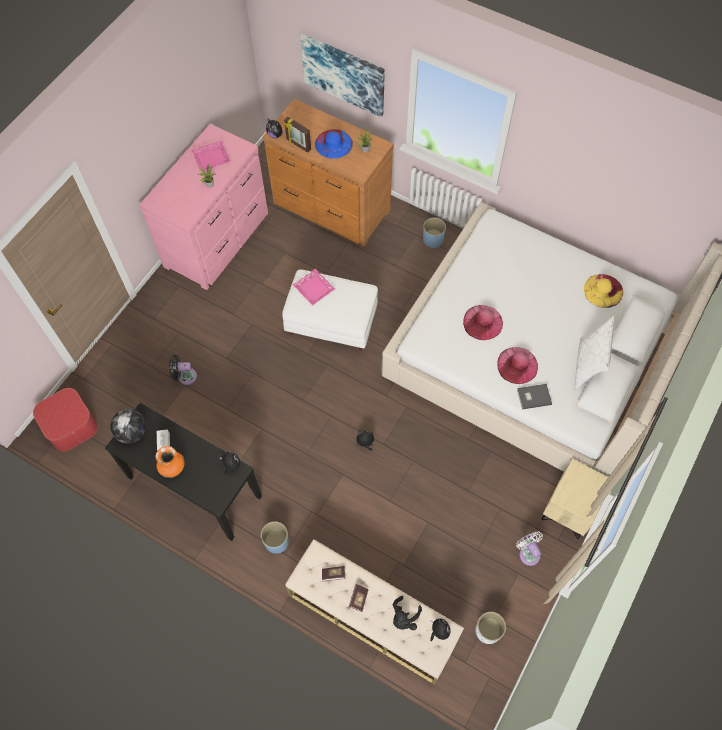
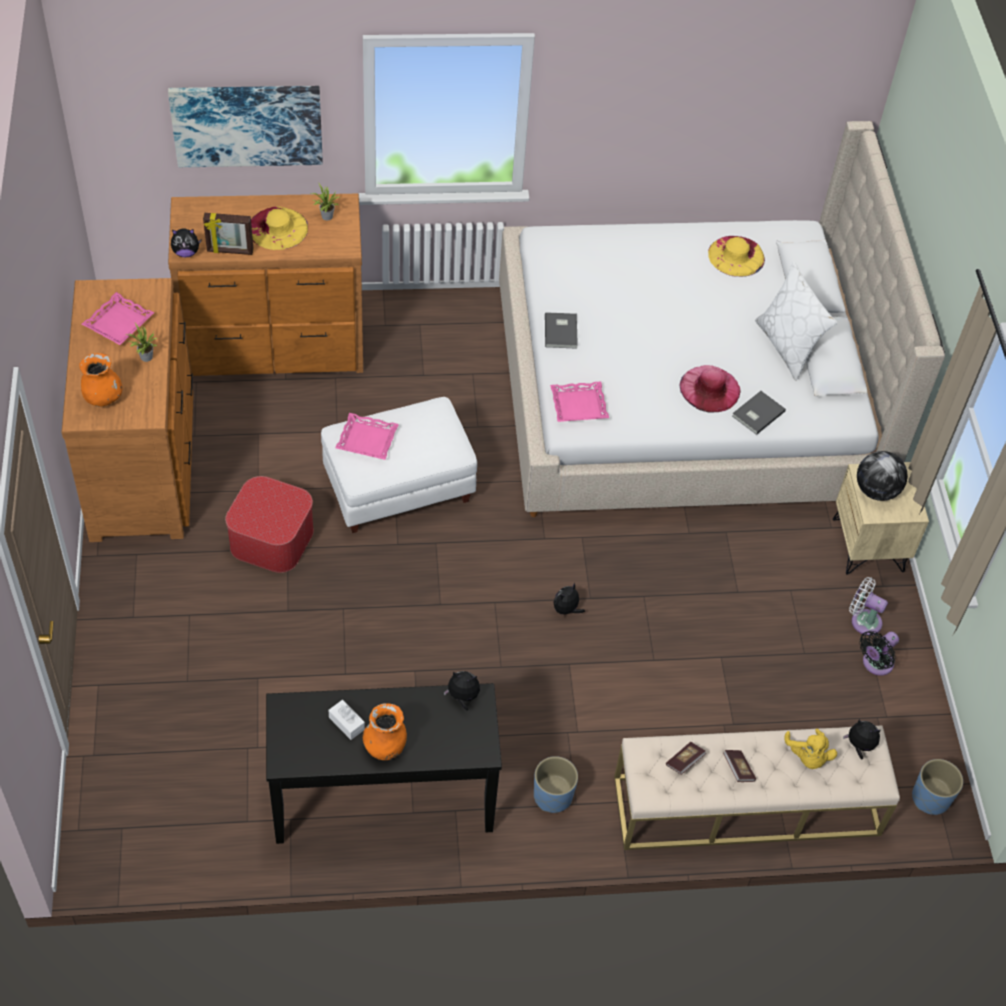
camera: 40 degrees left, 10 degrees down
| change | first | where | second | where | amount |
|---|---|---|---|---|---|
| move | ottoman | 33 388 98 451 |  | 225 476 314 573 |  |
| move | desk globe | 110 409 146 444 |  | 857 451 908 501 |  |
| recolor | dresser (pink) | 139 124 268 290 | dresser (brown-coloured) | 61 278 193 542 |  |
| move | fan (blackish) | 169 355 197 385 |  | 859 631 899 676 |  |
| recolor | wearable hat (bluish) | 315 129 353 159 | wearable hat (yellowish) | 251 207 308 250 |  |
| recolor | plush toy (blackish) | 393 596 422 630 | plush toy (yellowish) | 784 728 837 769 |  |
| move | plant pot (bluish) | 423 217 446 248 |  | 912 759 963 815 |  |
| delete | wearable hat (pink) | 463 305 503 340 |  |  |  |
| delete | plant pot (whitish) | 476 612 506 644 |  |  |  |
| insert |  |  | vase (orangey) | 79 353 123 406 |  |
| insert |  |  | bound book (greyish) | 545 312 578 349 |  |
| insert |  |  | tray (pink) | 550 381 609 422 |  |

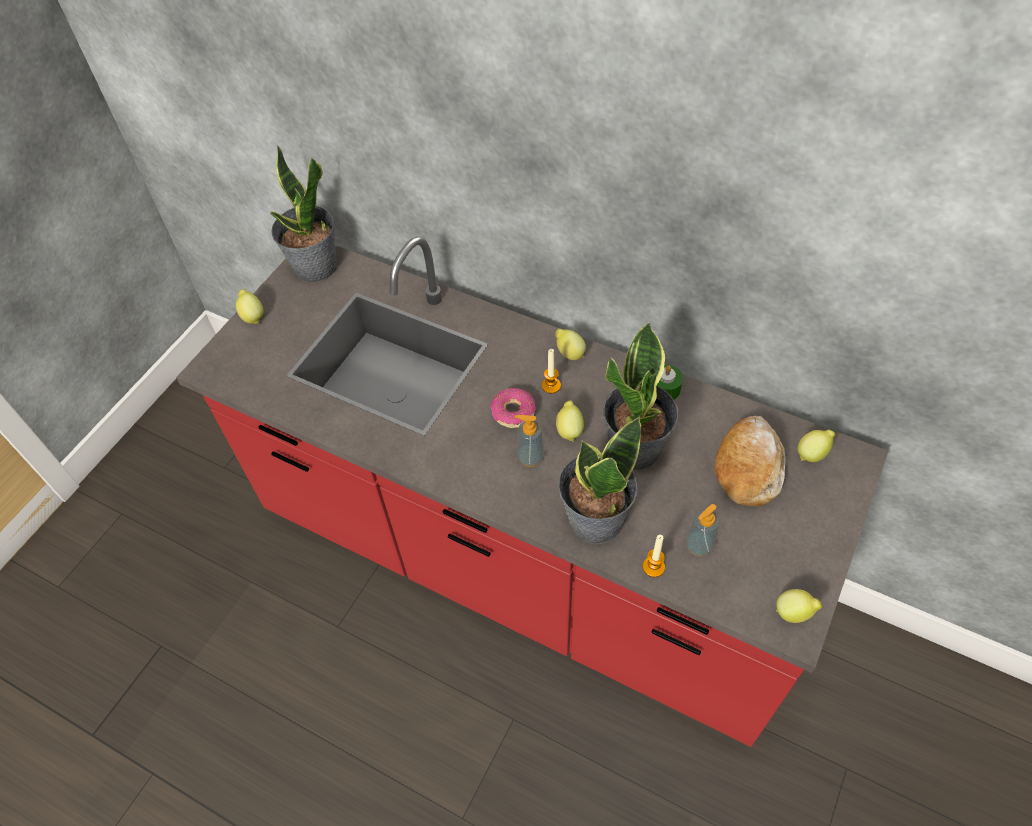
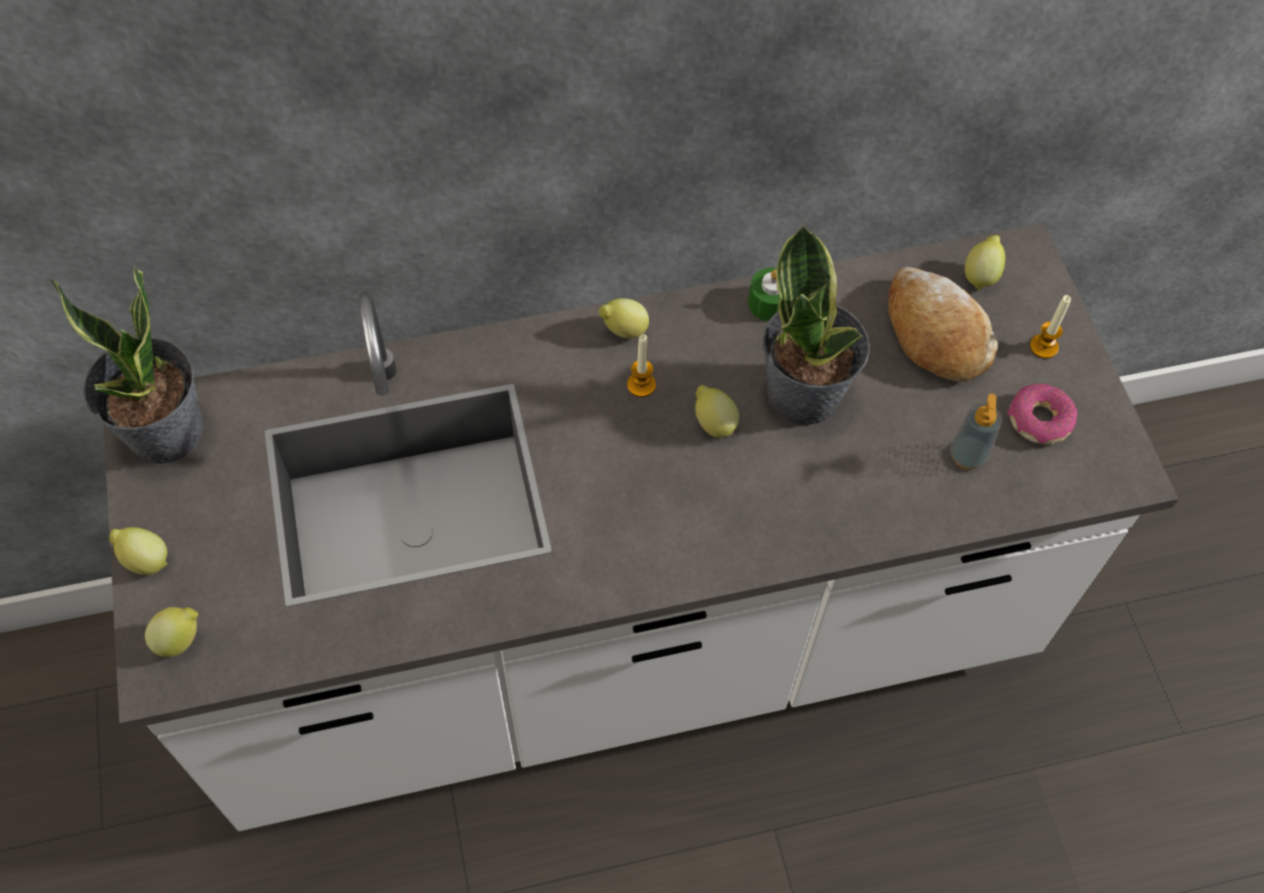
camera: 45 degrees left, 5 degrees up
| change | first | where | second | where | amount |
|---|---|---|---|---|---|
| recolor | counter (reddish) | 176 237 888 747 | counter (whitish) | 104 223 1178 831 |  |
| move | doughnut | 490 388 536 428 |  | 1007 384 1077 444 |  |
| delete | soap bottle | 515 415 544 467 |  |  |  |
| delete | houseplant | 558 416 641 544 |  |  |  |
| move | wax light | 643 535 665 577 |  | 1030 295 1071 359 |  |
| move | citrus fruit | 776 589 822 623 |  | 145 607 198 657 |  |

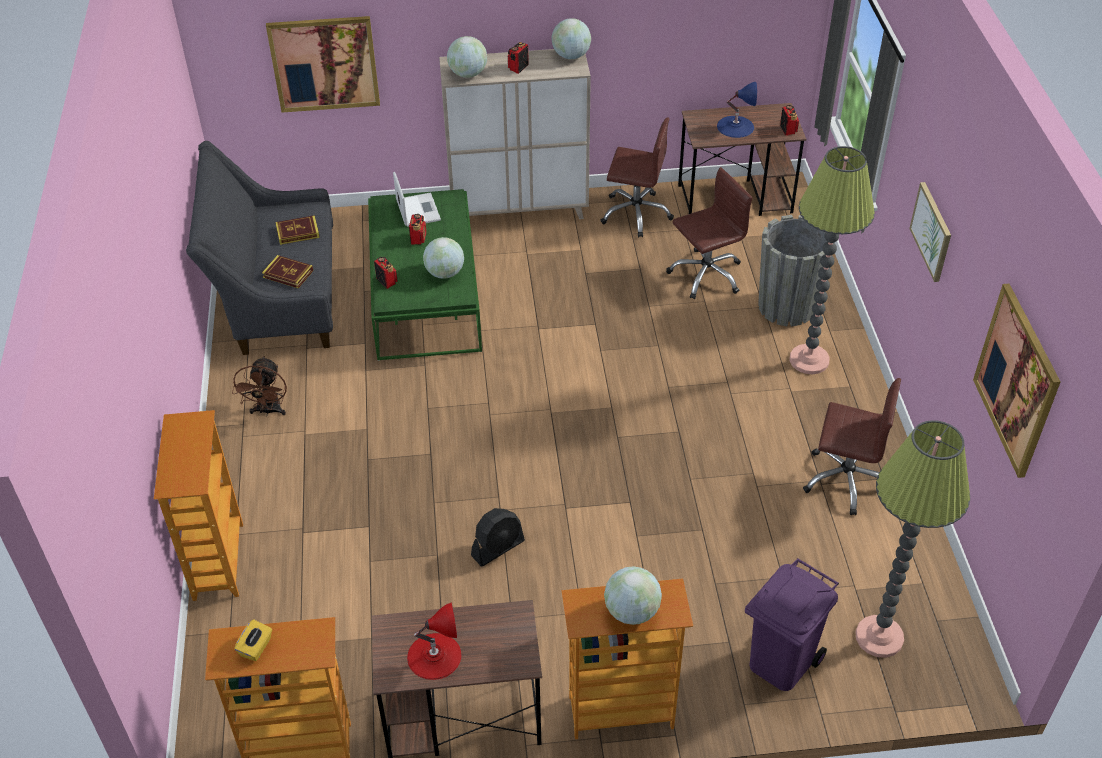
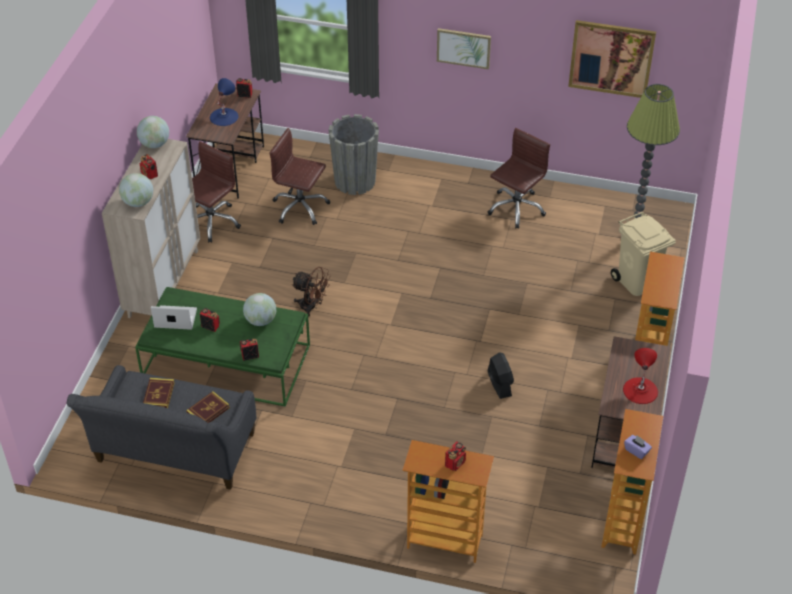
camera: 70 degrees left, 0 degrees up
| change | first | where | second | where | amount |
|---|---|---|---|---|---|
| move | fan (brown-coloured) | 232 356 287 416 |  | 292 267 331 317 |  |
| recolor | tissue box (yellowish) | 234 619 273 661 | tissue box (purple-coloured) | 624 435 652 459 |  |
| delete | wall picture | 266 16 380 113 |  |  |  |
| delete | desk globe | 604 566 662 625 |  |  |  |
| rotate | computer chair (brown-coloured) | 666 167 753 299 |  | 269 128 330 225 | 60 degrees counterclockwise |
| recolor | waste bin (purple-coloured) | 745 558 839 691 | waste bin (beige) | 611 212 676 296 |  |
| delete | standing lamp | 789 146 875 374 |  |  |  |
| insert |  |  | radio | 445 441 466 471 |  |

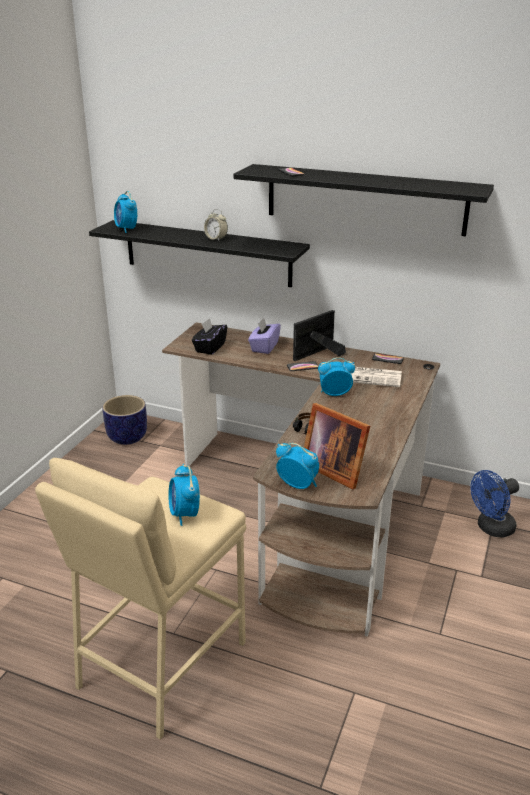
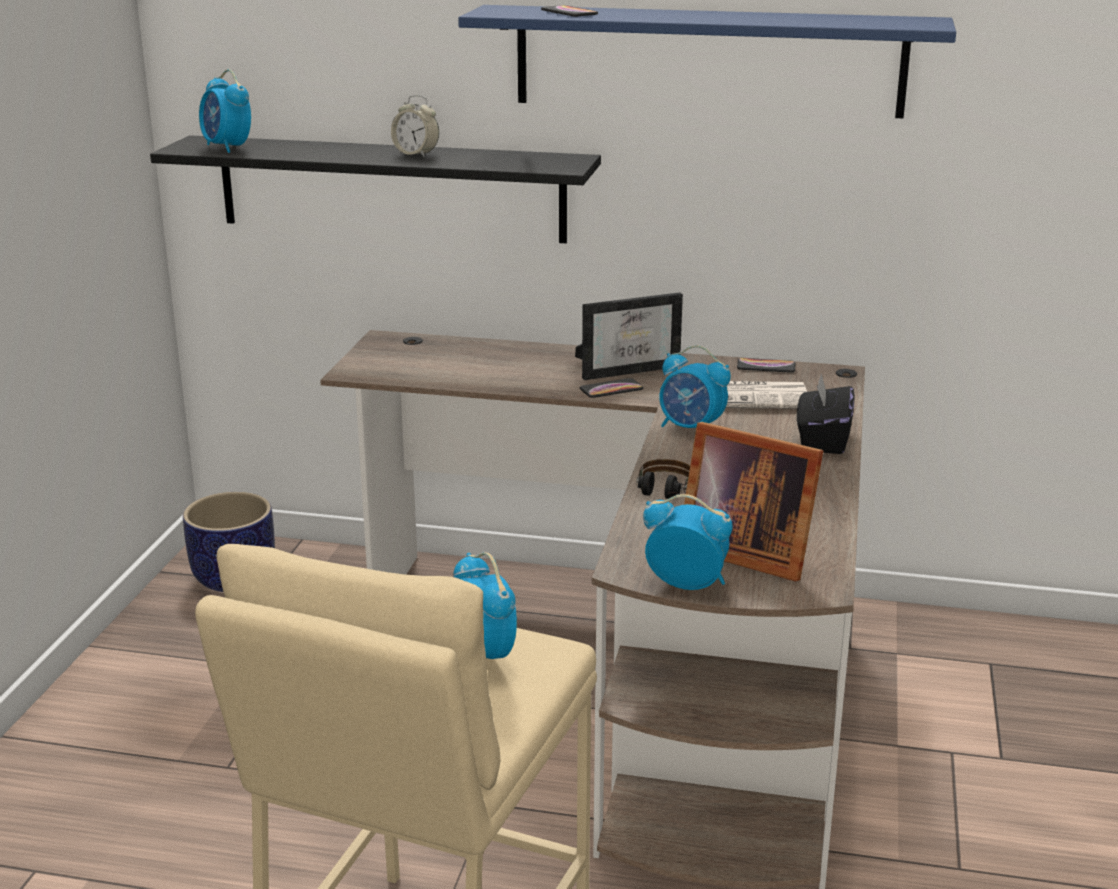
camera: 10 degrees left, 5 degrees down
| change | first | where | second | where | amount |
|---|---|---|---|---|---|
| move | tissue box (blackish) | 192 318 227 355 |  | 797 374 854 454 |  |
| recolor | shelf (blackish) | 233 164 494 236 | shelf (bluish) | 458 5 956 118 |  |
| delete | tissue box (purple-coloured) | 248 318 281 354 |  |  |  |
| rotate | photo frame | 293 310 346 361 |  | 575 292 683 380 | 150 degrees counterclockwise |
| rotate | bedside clock | 318 357 355 396 |  | 660 345 731 428 | 135 degrees counterclockwise |
| delete | fan (bluish) | 470 470 519 537 |  |  |  |

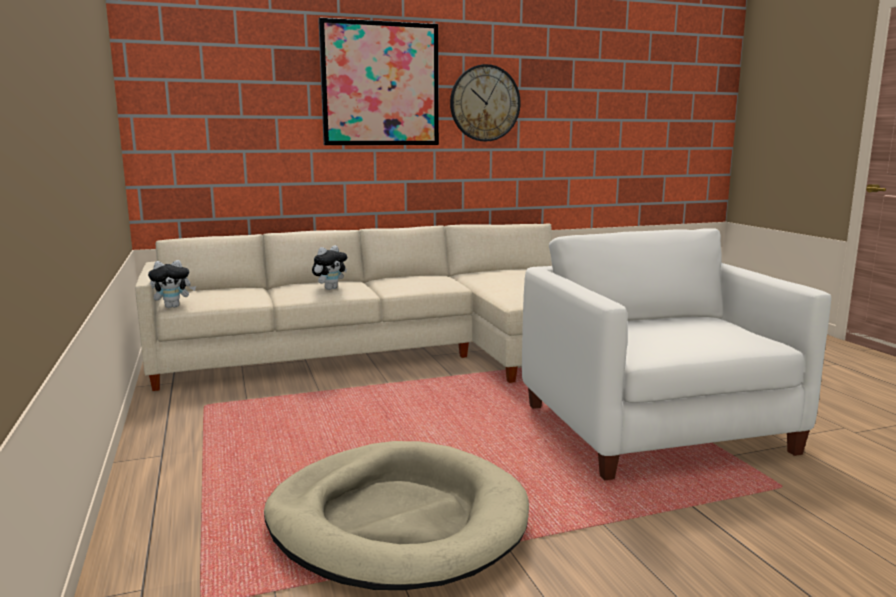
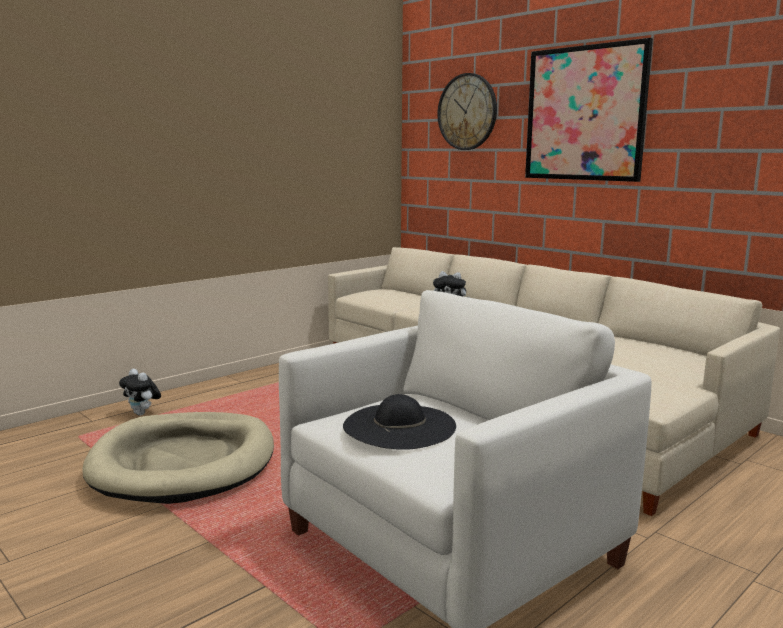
camera: 65 degrees right, 0 degrees up
| change | first | where | second | where | amount |
|---|---|---|---|---|---|
| move | plush toy | 148 260 196 308 |  | 119 369 161 415 |  |
| move | wall clock | 450 64 521 141 |  | 438 73 497 150 |  |
| insert |  |  | wearable hat (blackish) | 343 394 456 450 |  |

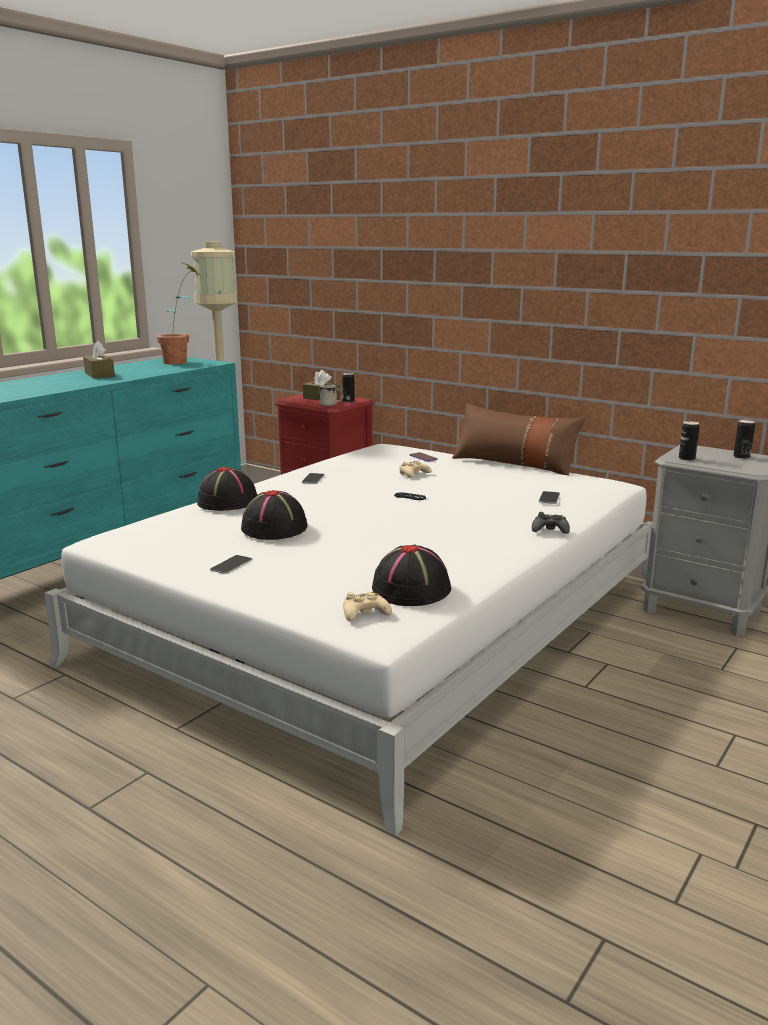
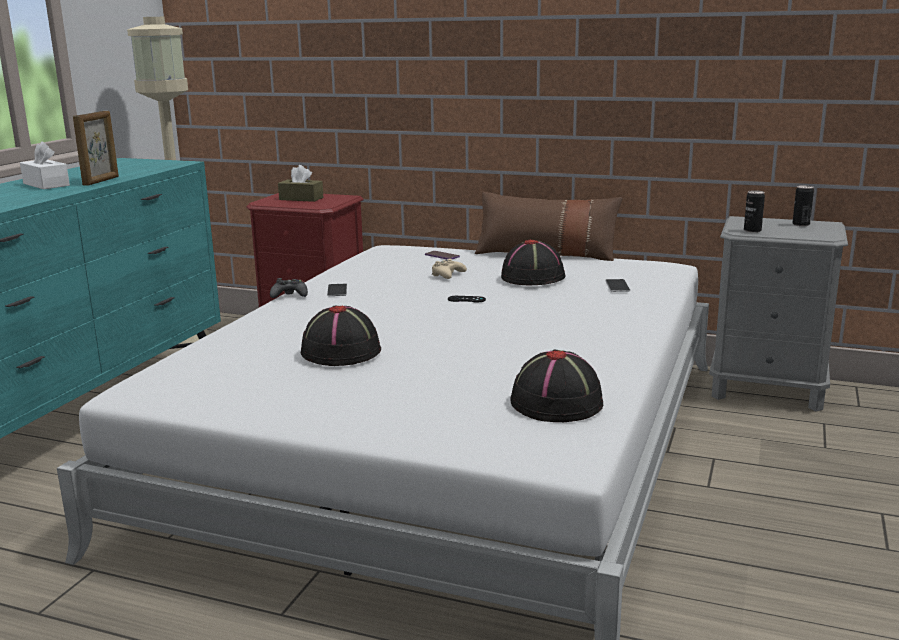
camera: 15 degrees left, 0 degrees up
| change | first | where | second | where | amount |
|---|---|---|---|---|---|
| recolor | tissue box (brown-coloured) | 83 341 115 379 | tissue box (whitish) | 20 141 70 189 |  |
| delete | houseplant | 157 263 201 365 |  |  |  |
| move | wearable hat (blackish) | 197 467 257 511 |  | 501 239 566 286 |  |
| delete | handset | 210 555 252 574 |  |  |  |
| delete | tea mug (whitish) | 320 385 343 406 |  |  |  |
| delete | can | 342 373 355 403 |  |  |  |
| delete | game controller (beige) | 343 592 392 621 |  |  |  |
| move | game controller (blackish) | 532 512 570 534 |  | 270 278 308 298 |  |
| insert |  |  | photo frame | 73 111 119 186 |  |

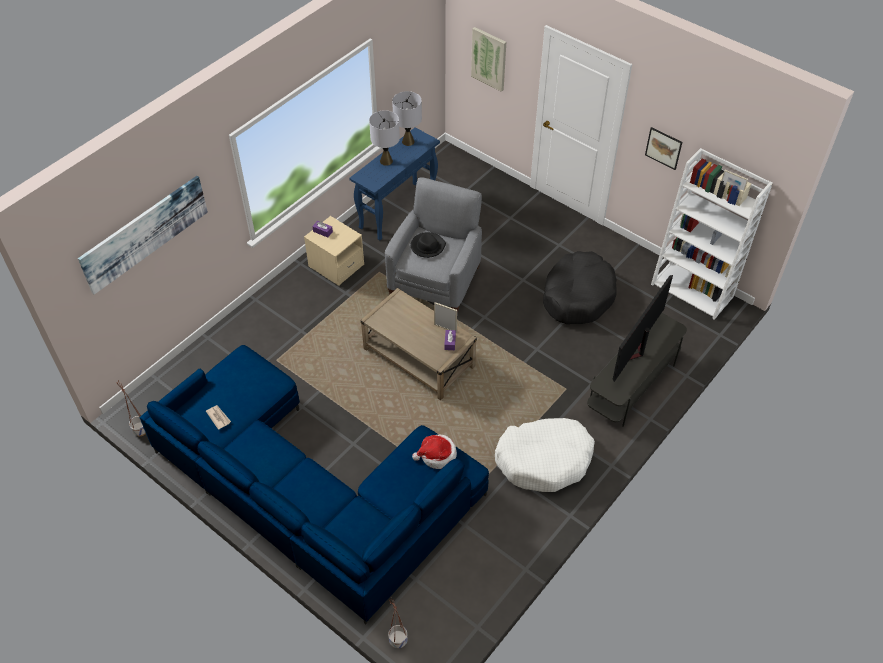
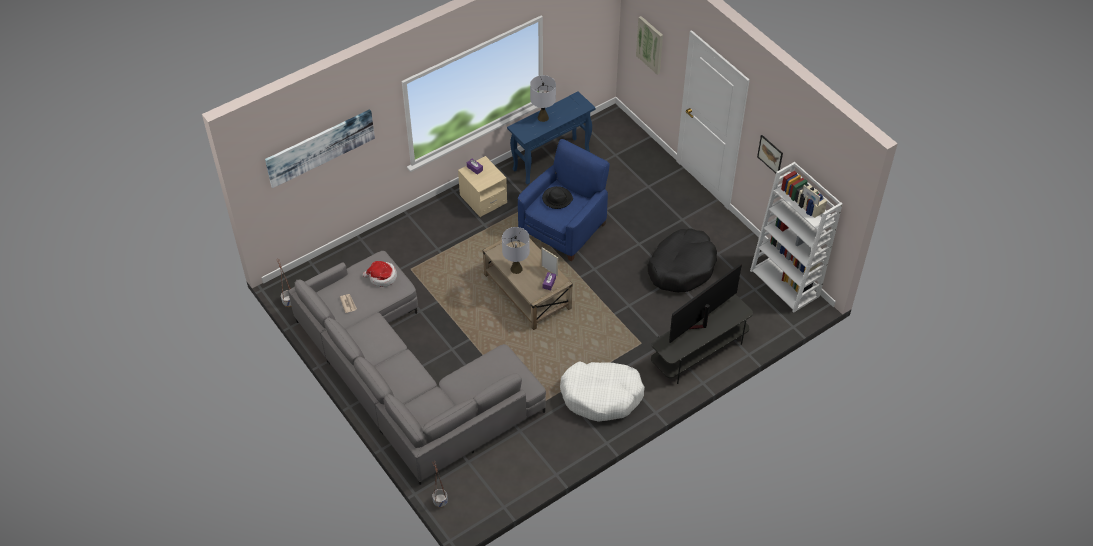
camera: 15 degrees right, 0 degrees up
| change | first | where | second | where | amount |
|---|---|---|---|---|---|
| recolor | couch (bluish) | 139 345 489 624 | couch (greyish) | 288 251 546 485 |  |
| recolor | armchair (greyish) | 385 177 482 312 | armchair (bluish) | 518 139 610 261 |  |
| move | table lamp (greyish) | 392 91 422 146 |  | 502 227 530 274 |  |
| move | wearable hat | 412 435 457 469 |  | 363 261 397 287 |  |

